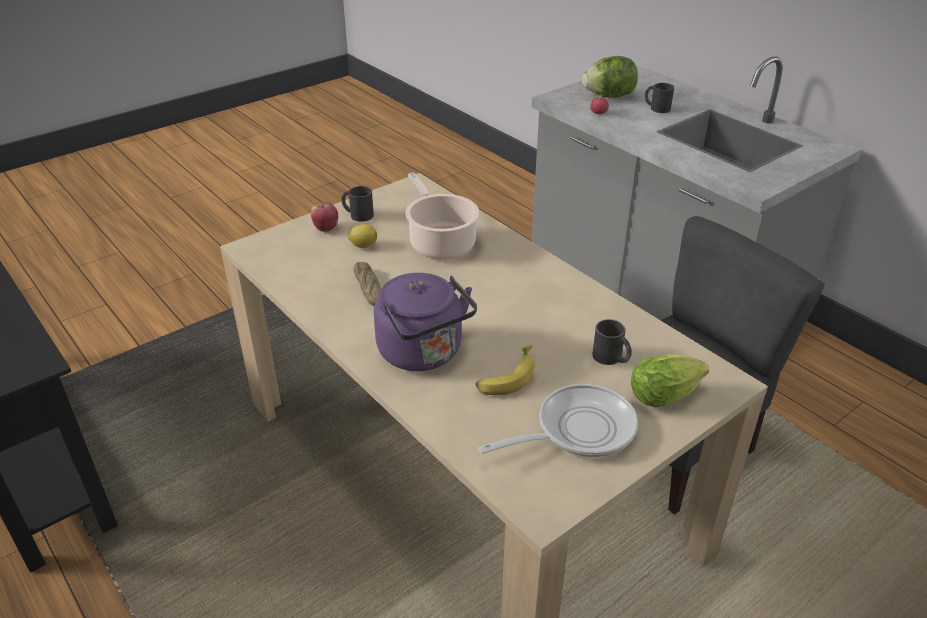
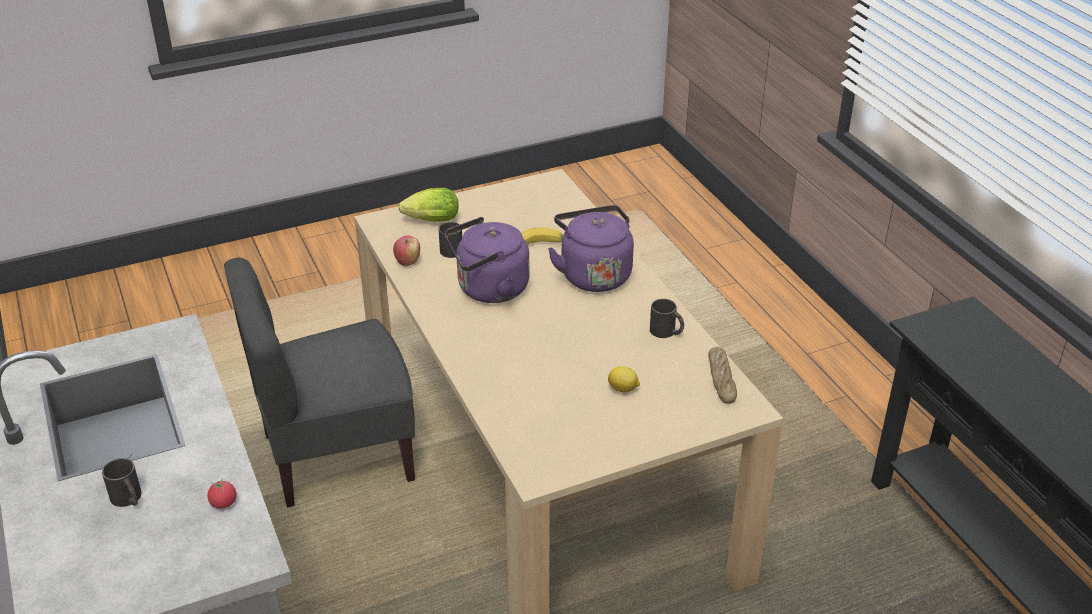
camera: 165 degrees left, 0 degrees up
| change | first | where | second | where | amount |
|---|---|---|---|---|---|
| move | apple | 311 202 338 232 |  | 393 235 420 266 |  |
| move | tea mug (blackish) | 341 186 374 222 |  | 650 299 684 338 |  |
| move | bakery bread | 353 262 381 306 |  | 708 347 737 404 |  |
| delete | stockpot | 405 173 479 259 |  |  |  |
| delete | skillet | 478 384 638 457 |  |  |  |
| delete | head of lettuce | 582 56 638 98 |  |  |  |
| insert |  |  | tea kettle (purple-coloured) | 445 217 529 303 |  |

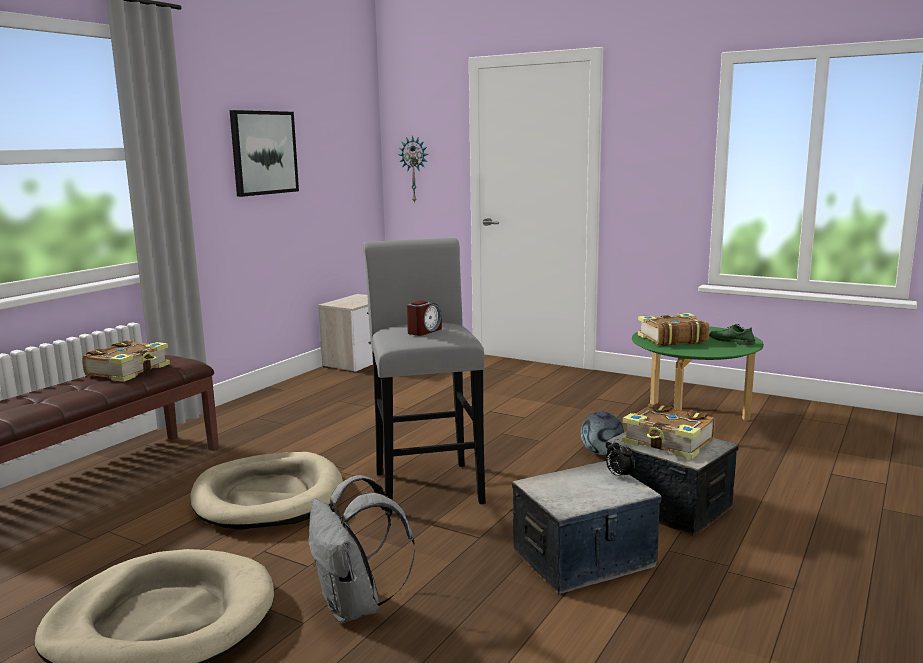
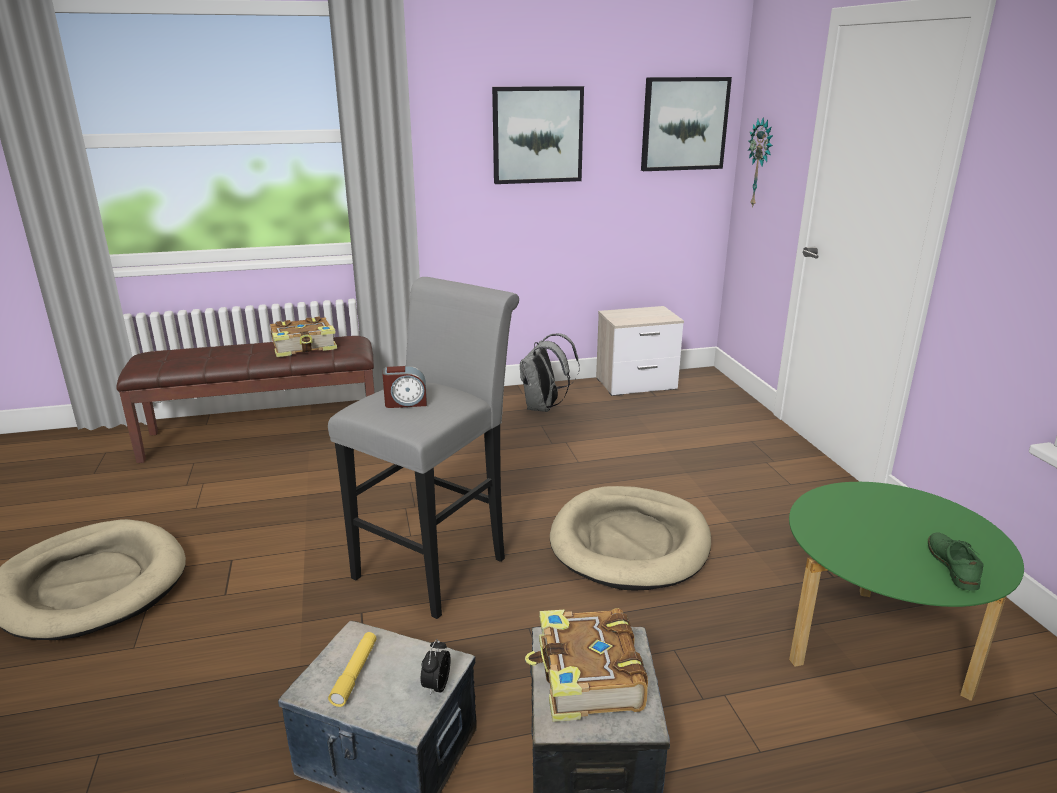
camera: 45 degrees right, 10 degrees up
| change | first | where | second | where | amount |
|---|---|---|---|---|---|
| move | dog cushion (beige) | 190 452 343 530 |  | 550 486 711 591 |  |
| move | backpack (greyish) | 308 475 415 623 |  | 520 333 580 412 |  |
| delete | football | 581 411 624 455 |  |  |  |
| delete | bound book | 638 313 710 346 |  |  |  |
| insert |  |  | torch (yellowish) | 328 632 376 707 |  |
| insert |  |  | wall picture | 641 77 732 171 |  |

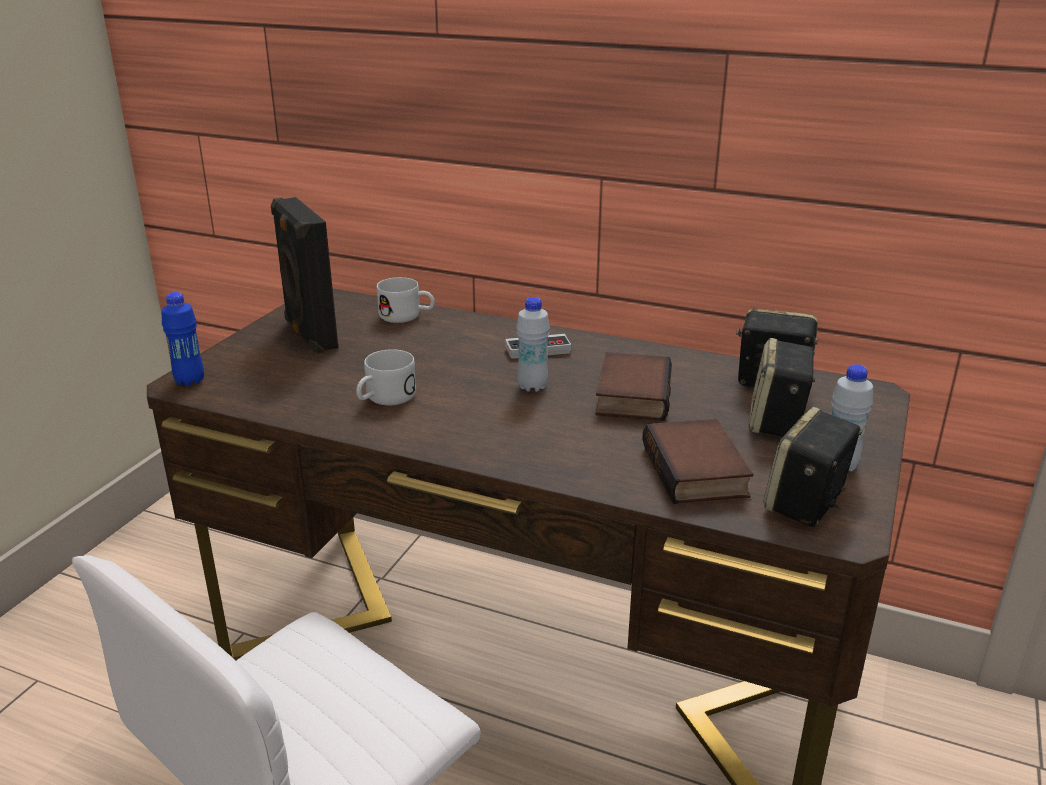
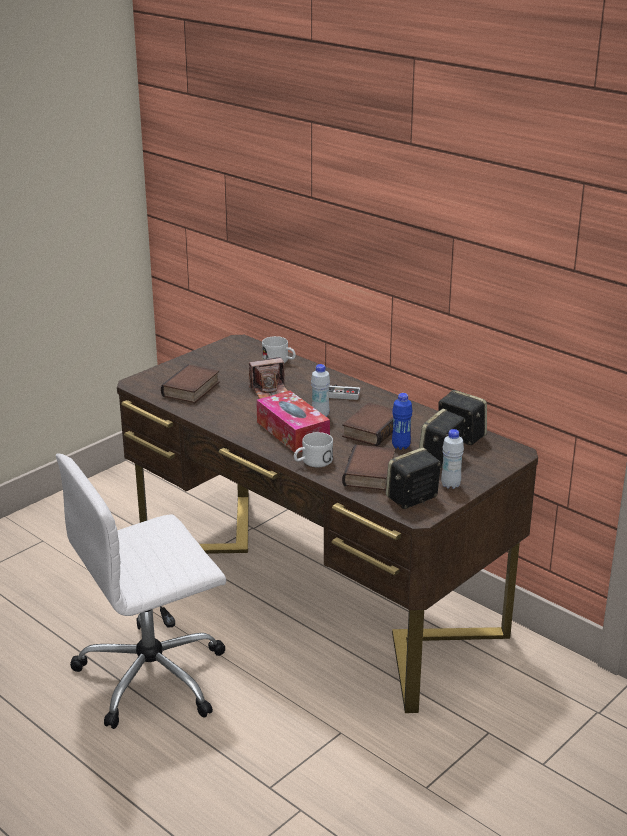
camera: 20 degrees right, 0 degrees up
| change | first | where | second | where | amount |
|---|---|---|---|---|---|
| move | drink bottle (bluish) | 161 292 204 386 |  | 392 393 413 450 |  |
| delete | audio speaker (blackish) | 271 197 338 354 |  |  |  |
| move | tea mug (whitish) | 356 349 416 405 |  | 294 432 333 467 |  |
| insert |  |  | bound book | 161 364 220 403 |  |
| insert |  |  | still camera | 249 357 288 399 |  |
| insert |  |  | tissue box | 256 391 330 453 |  |

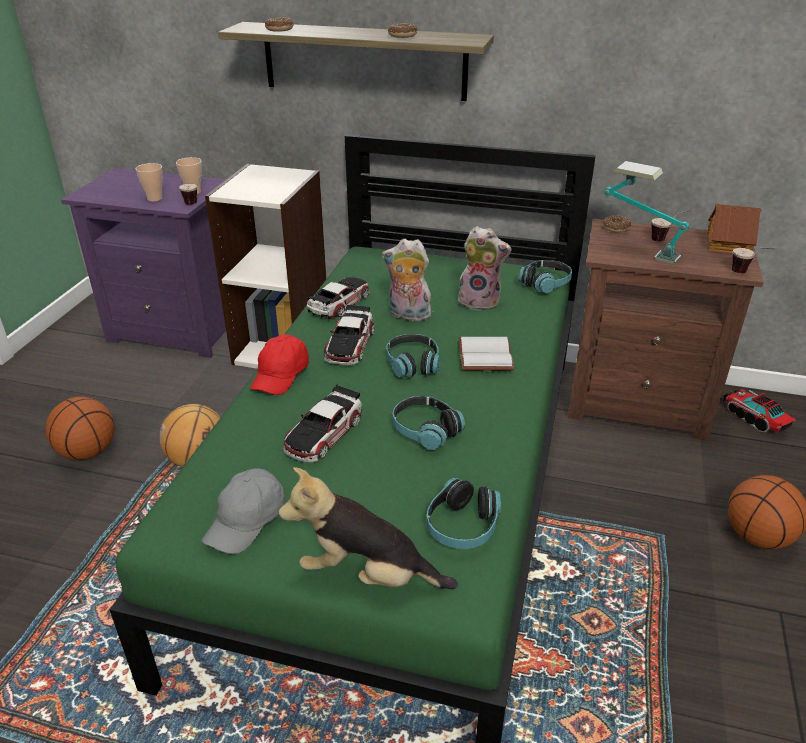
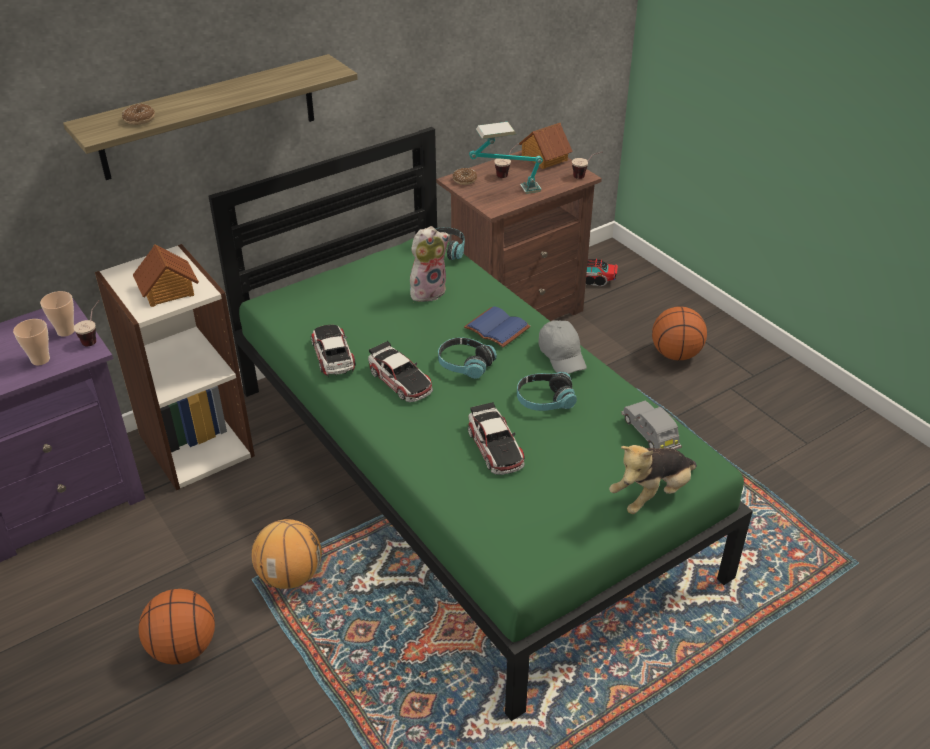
camera: 50 degrees left, 5 degrees up
| change | first | where | second | where | amount |
|---|---|---|---|---|---|
| move | peaked cap (greyish) | 202 468 285 554 |  | 538 320 587 374 |  |
| delete | peaked cap (reddish) | 250 335 309 395 |  |  |  |
| delete | plush toy | 382 239 431 321 |  |  |  |
| delete | doughnut | 388 23 417 38 |  |  |  |
| replace | headphones | 426 478 501 549 | toy car (greyish) | 621 401 682 450 |  |
| recolor | bound book (whitish) | 459 337 514 371 | bound book (bluish) | 464 306 530 347 |  |
| insert |  |  | model house | 133 244 199 307 |  |

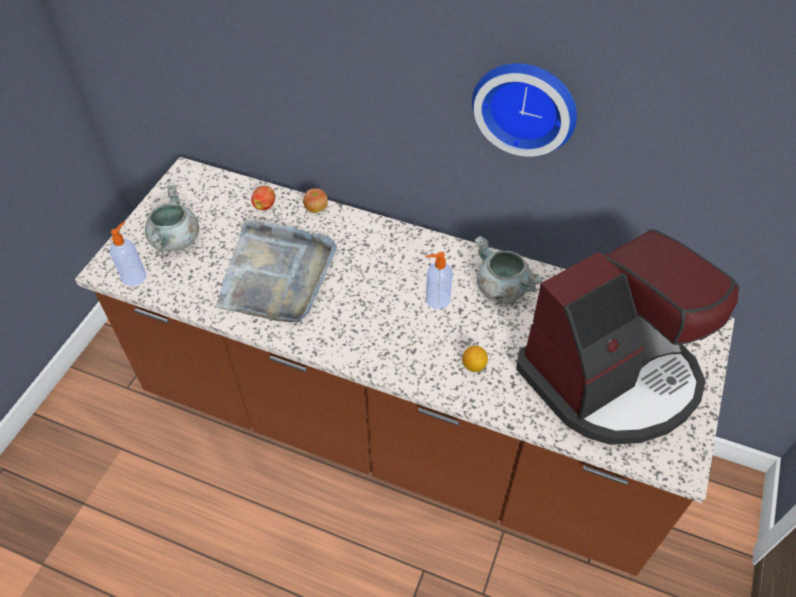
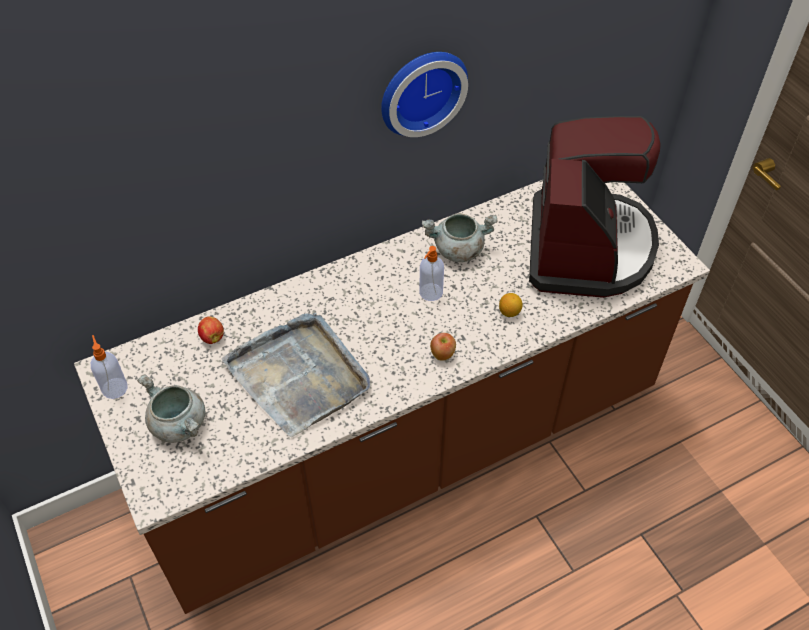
camera: 50 degrees left, 0 degrees up
| change | first | where | second | where | amount |
|---|---|---|---|---|---|
| move | soap bottle | 110 222 146 286 |  | 91 335 128 399 |  |
| move | apple | 303 188 328 213 |  | 430 333 456 361 |  |

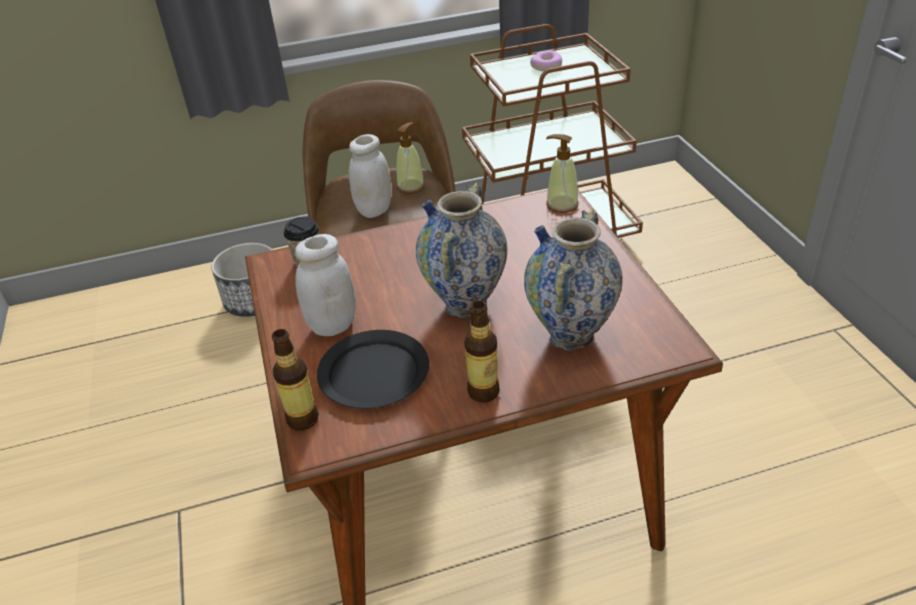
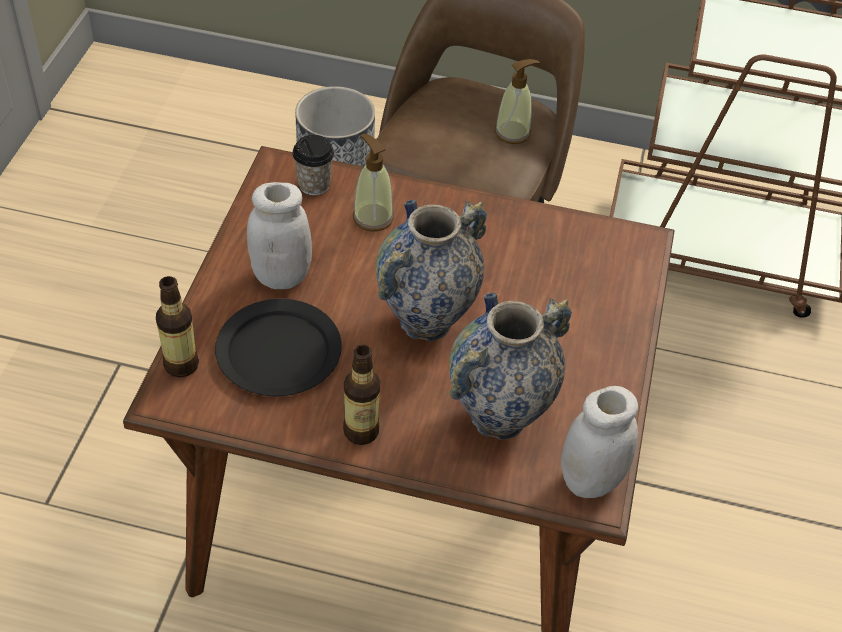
camera: 25 degrees right, 10 degrees up
| change | first | where | second | where | amount |
|---|---|---|---|---|---|
| move | preserve jar (whitish) | 349 134 391 218 |  | 561 386 638 498 |  |
| delete | doughnut | 530 50 562 71 |  |  |  |
| move | soap bottle | 546 134 579 213 |  | 353 134 394 231 |  |

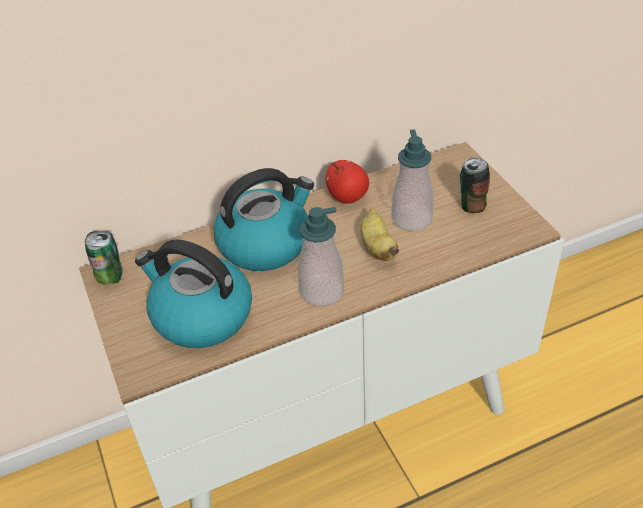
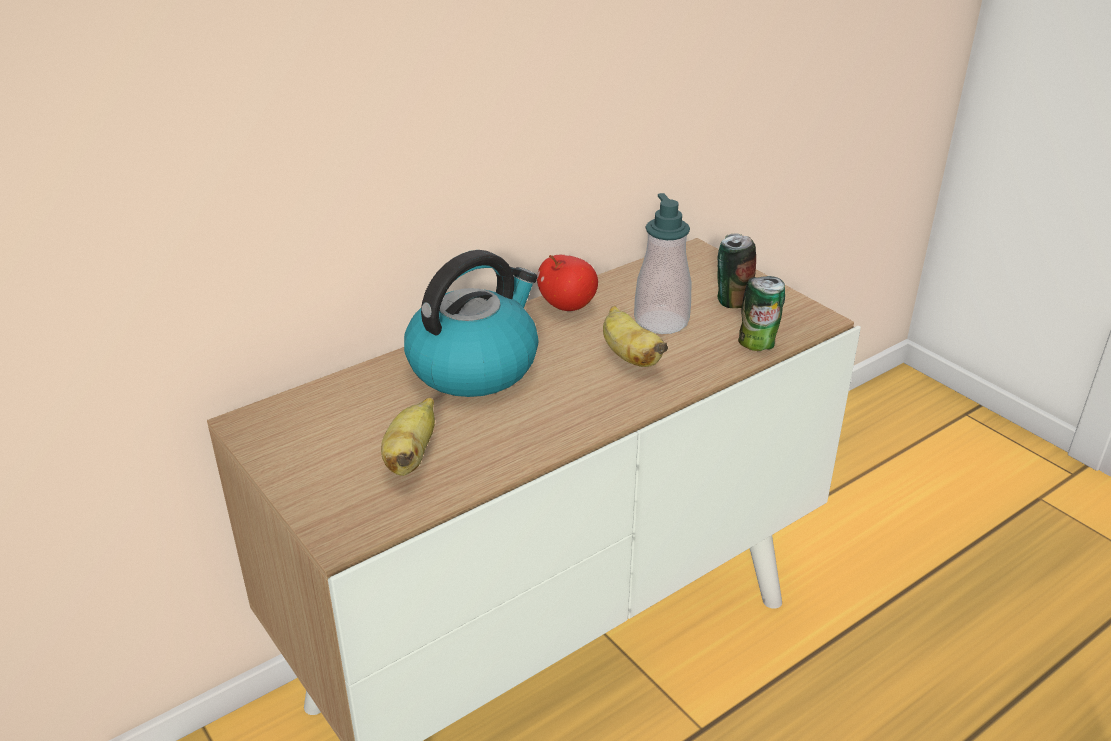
camera: 15 degrees left, 10 degrees down
| change | first | where | second | where | amount |
|---|---|---|---|---|---|
| move | can | 85 231 122 284 |  | 738 276 785 351 |  |
| replace | tea kettle | 135 239 252 348 | banana fruit | 381 398 435 476 |  |
| delete | soap bottle | 298 207 344 306 |  |  |  |

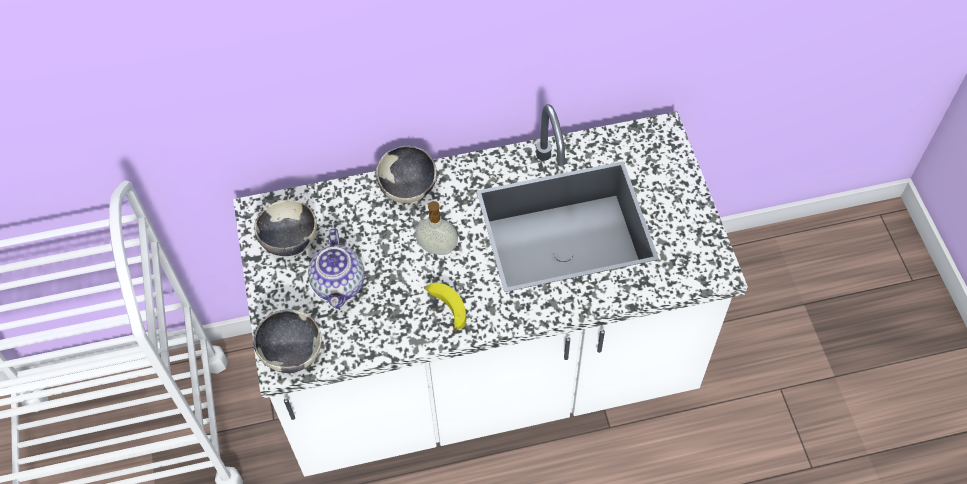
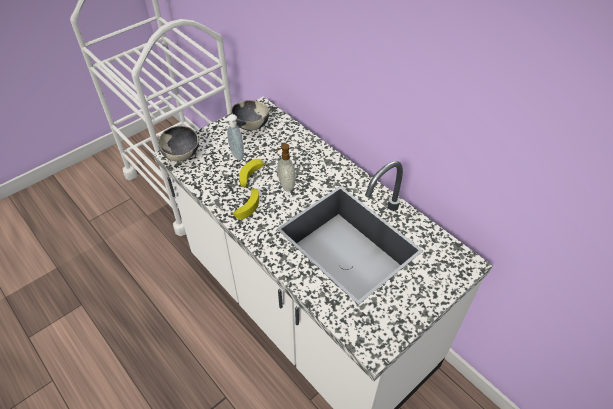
camera: 60 degrees right, 10 degrees down
| change | first | where | second | where | amount |
|---|---|---|---|---|---|
| replace | pot for tea | 308 228 365 309 | soap bottle | 223 114 244 160 |  |
| delete | deep dish | 376 145 437 203 |  |  |  |
| insert |  |  | banana fruit | 239 159 266 188 |  |

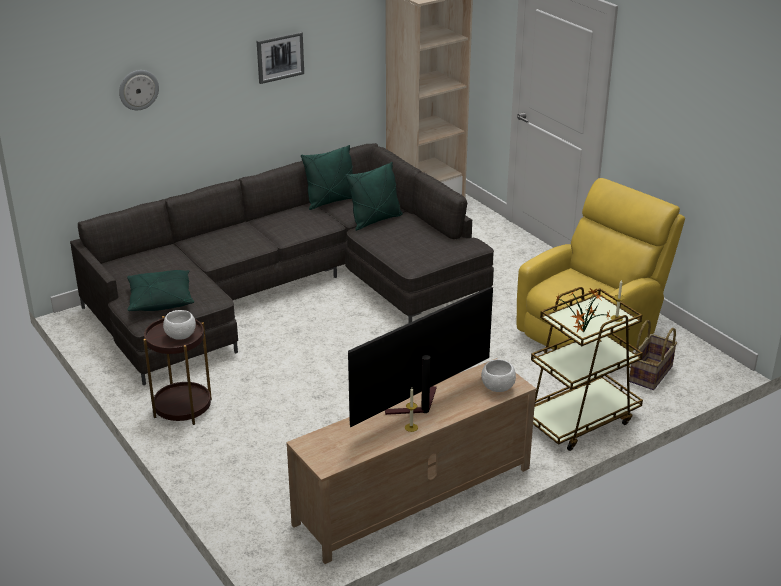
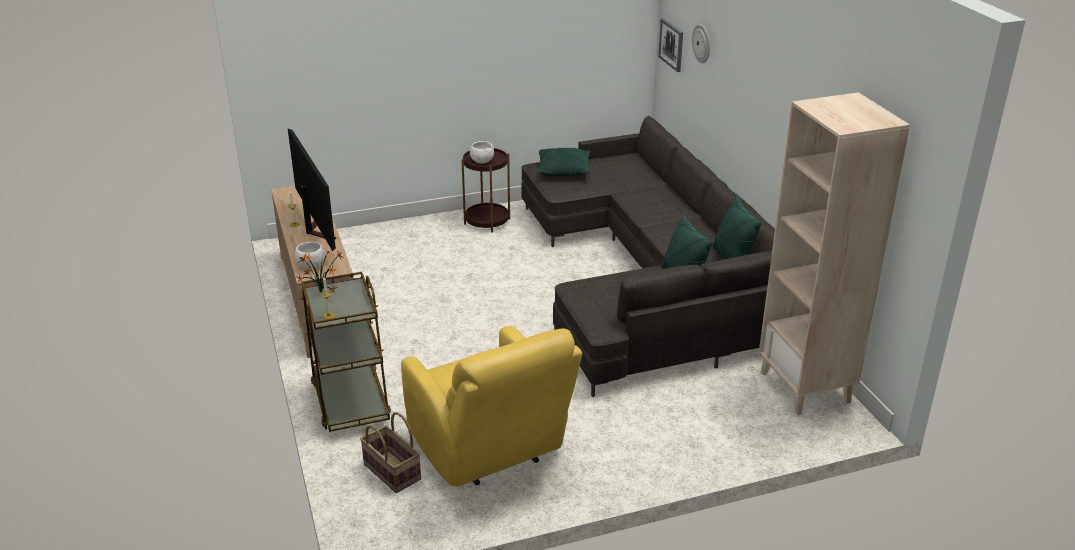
camera: 105 degrees right, 0 degrees up
| change | first | where | second | where | amount |
|---|---|---|---|---|---|
| move | wall picture | 257 32 304 84 |  | 658 19 683 72 |  |

